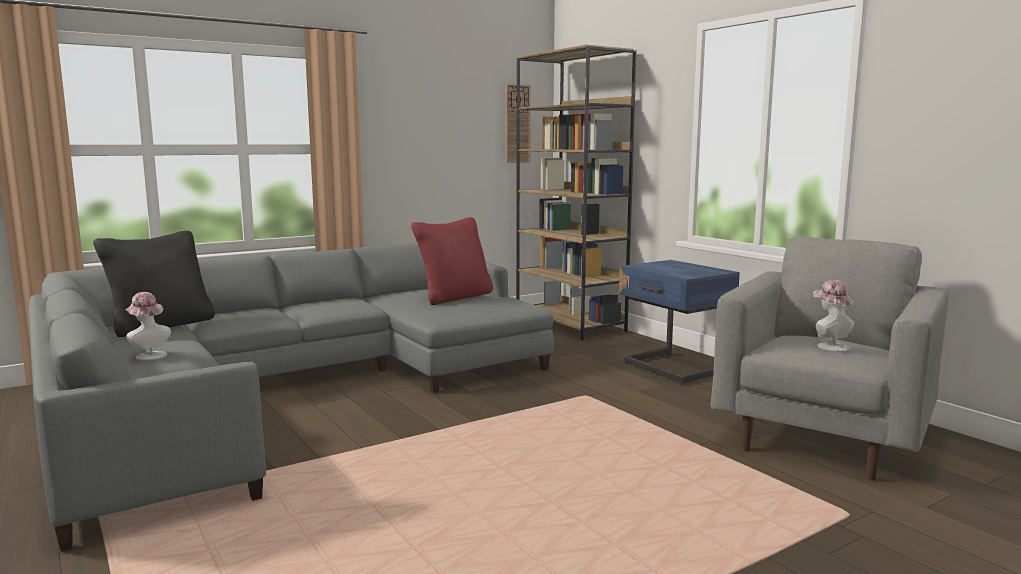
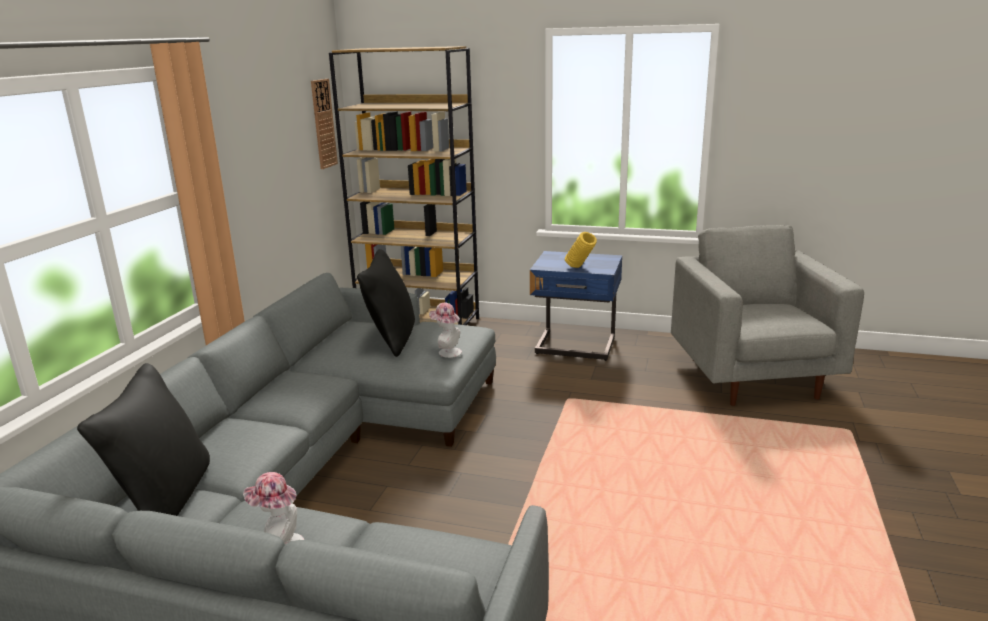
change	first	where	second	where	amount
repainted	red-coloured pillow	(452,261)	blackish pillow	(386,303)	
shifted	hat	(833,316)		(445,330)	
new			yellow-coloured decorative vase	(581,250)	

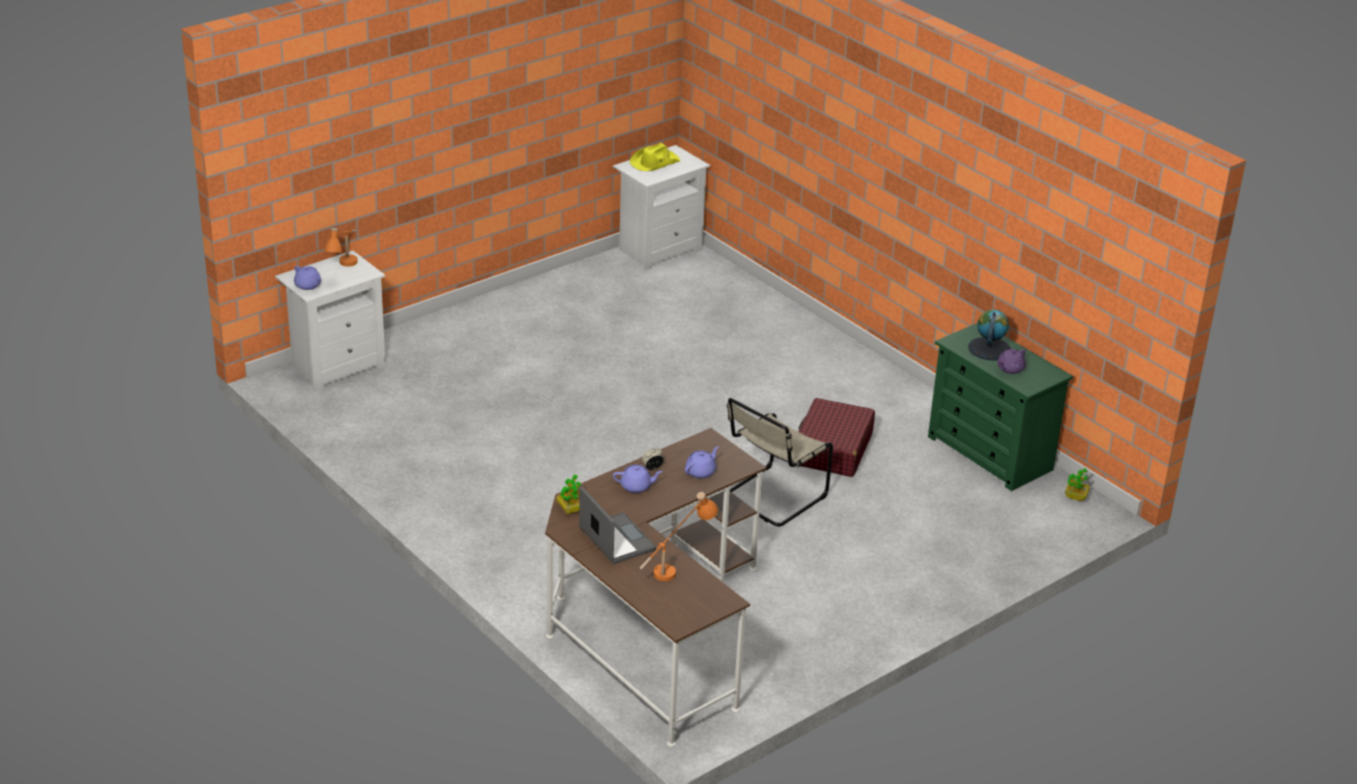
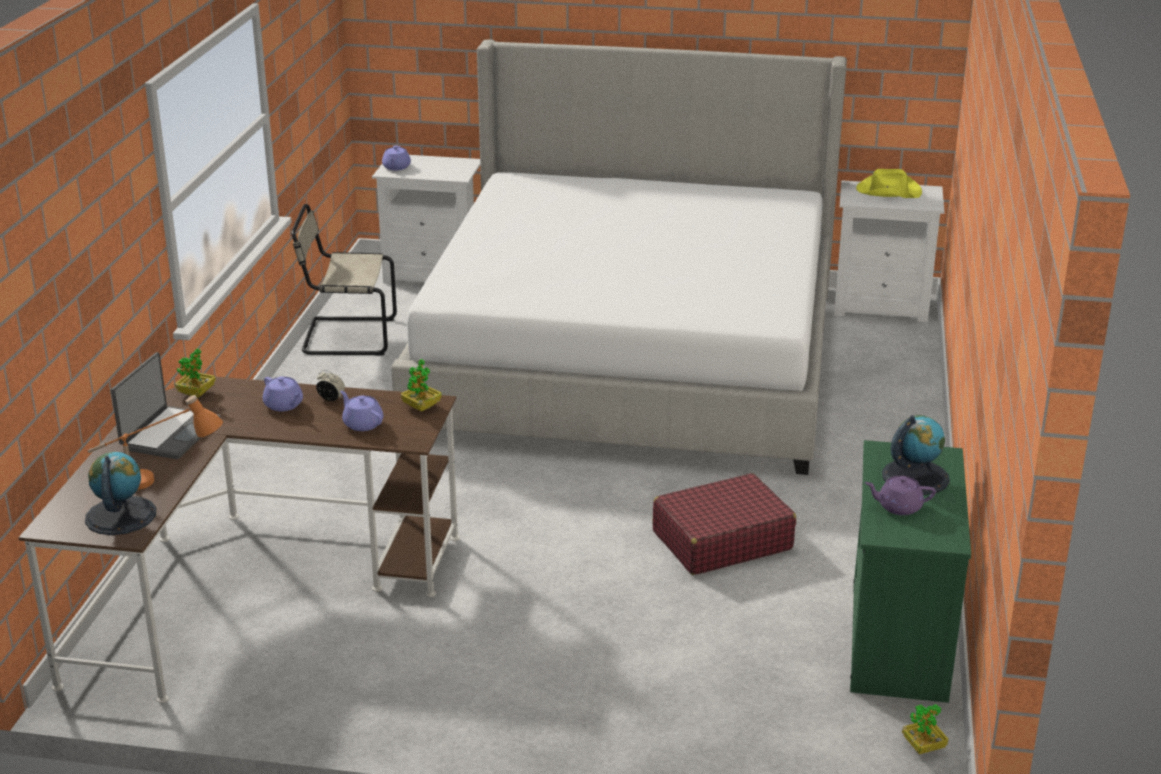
change	first	where	second	where	amount
gone	orange tabletop lamp	(341,247)			
rotated	purple teapot	(702,462)		(361,411)	135 degrees counterclockwise
shifted	sand-coloured upright chair	(780,462)		(344,280)	
new			desk globe	(120,493)	
new			bedroom bed	(619,257)	
new			potted plant	(421,385)	

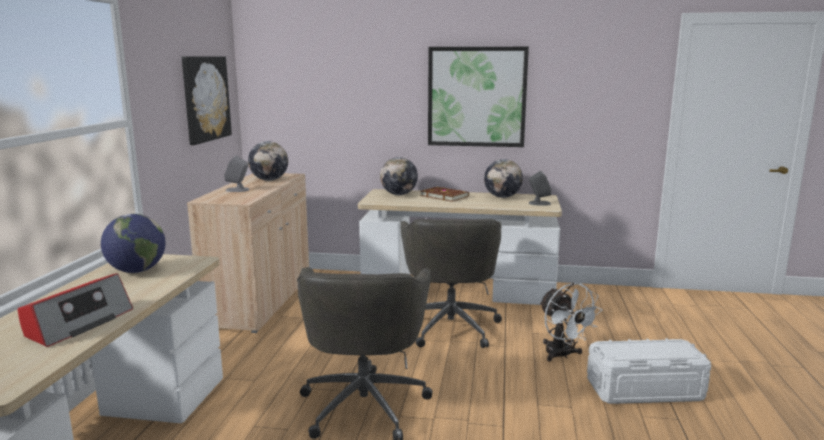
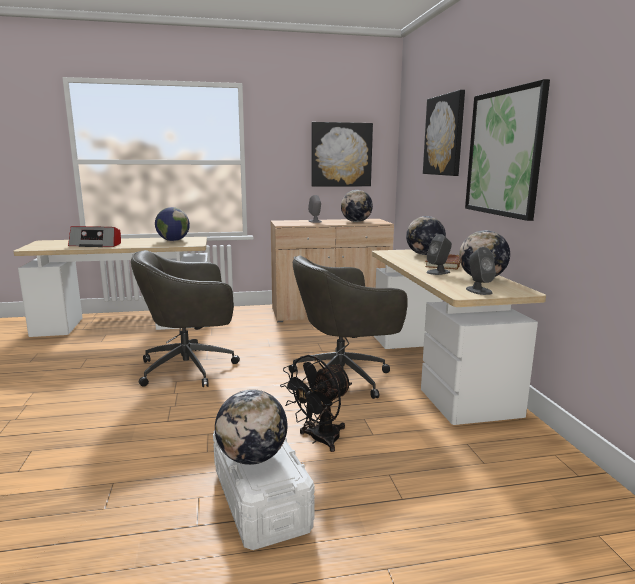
change	first	where	second	where	amount
repainted	white-coloured cooling fan	(570,322)	blackish cooling fan	(316,403)	
new			desk globe	(251,427)	
new			picture	(444,133)	
new			grey loudspeaker	(439,254)	

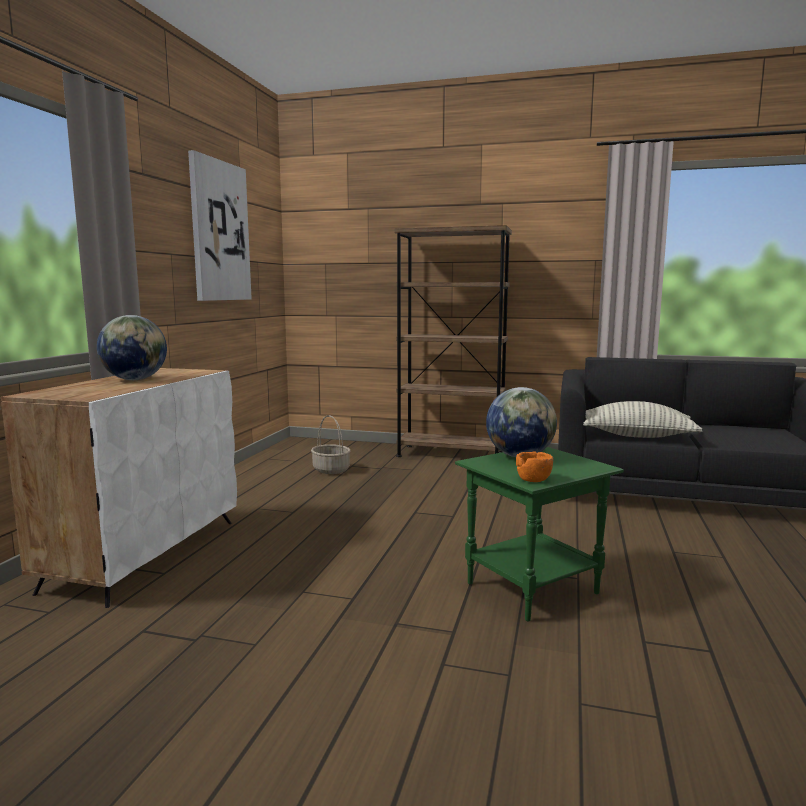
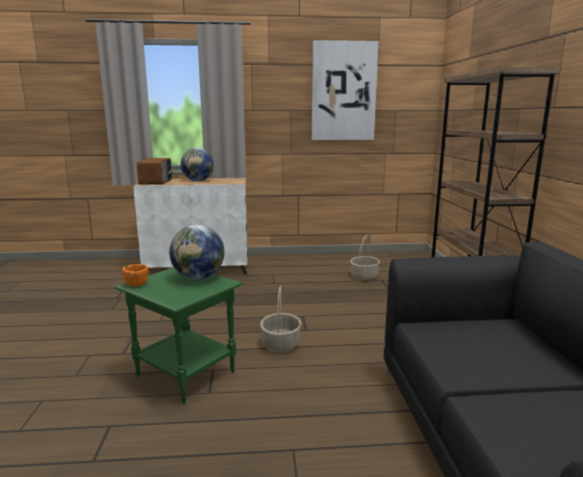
change	first	where	second	where	amount
gone	pillow	(642,419)			
new			radio set	(155,171)	
new			household basket	(281,319)	

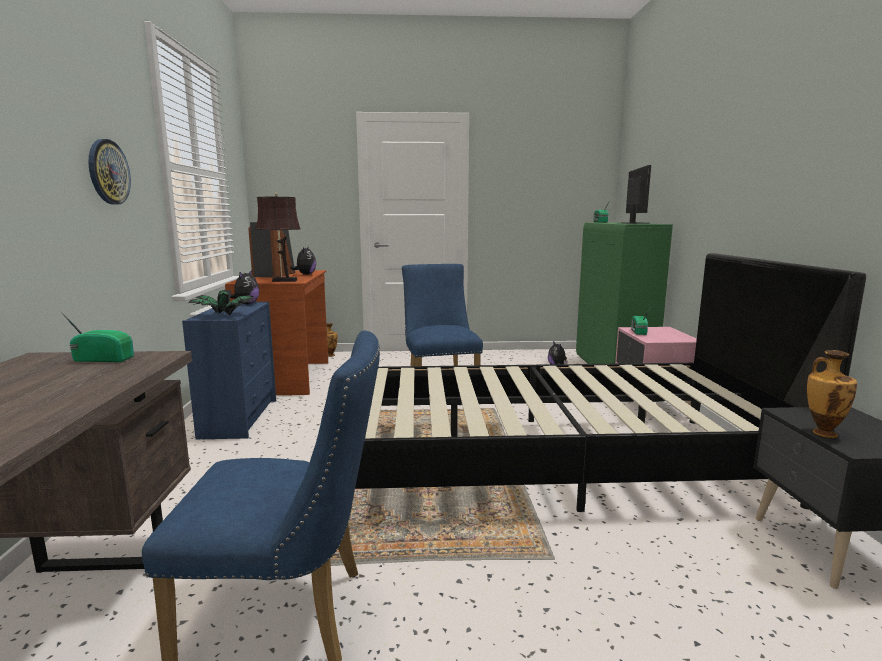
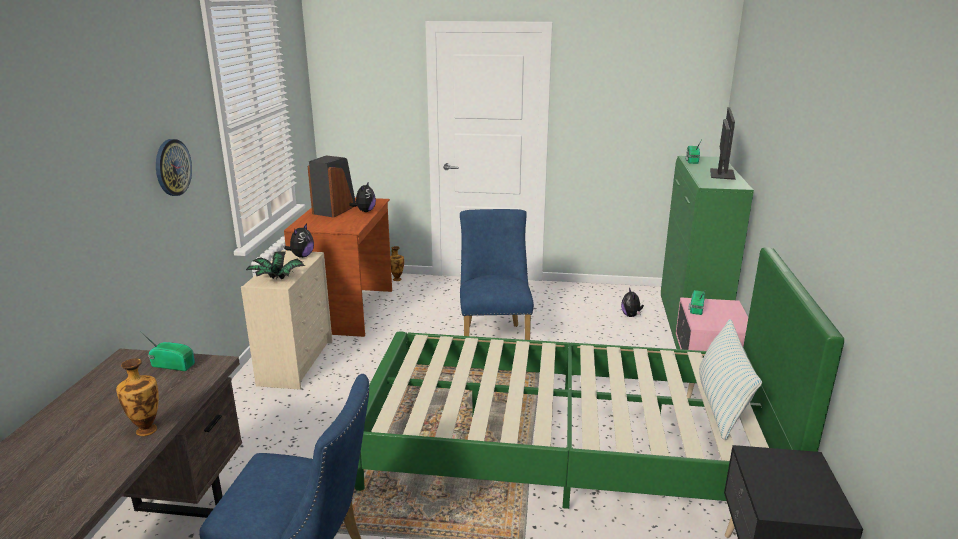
change	first	where	second	where	amount
repainted	bluish dresser	(229,370)	sand-coloured dresser	(287,320)	
gone	brownish tabletop lamp	(278,237)			
repainted	blackish bedroom bed	(610,382)	greenish bedroom bed	(599,378)	
shifted	decorative vase	(832,394)		(137,397)	
new			pillow	(730,379)	

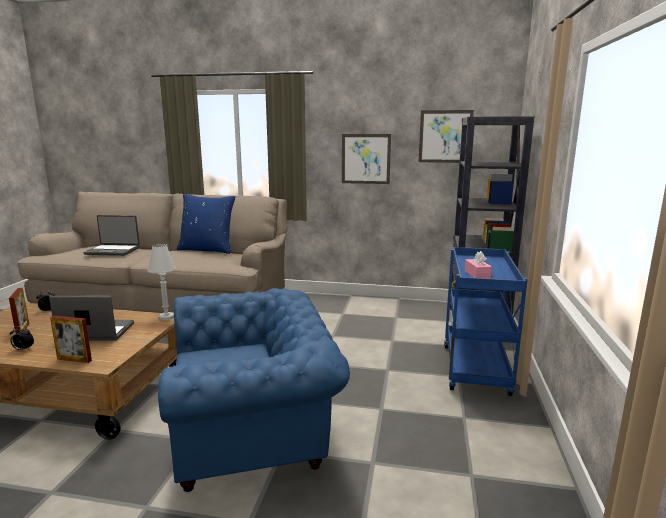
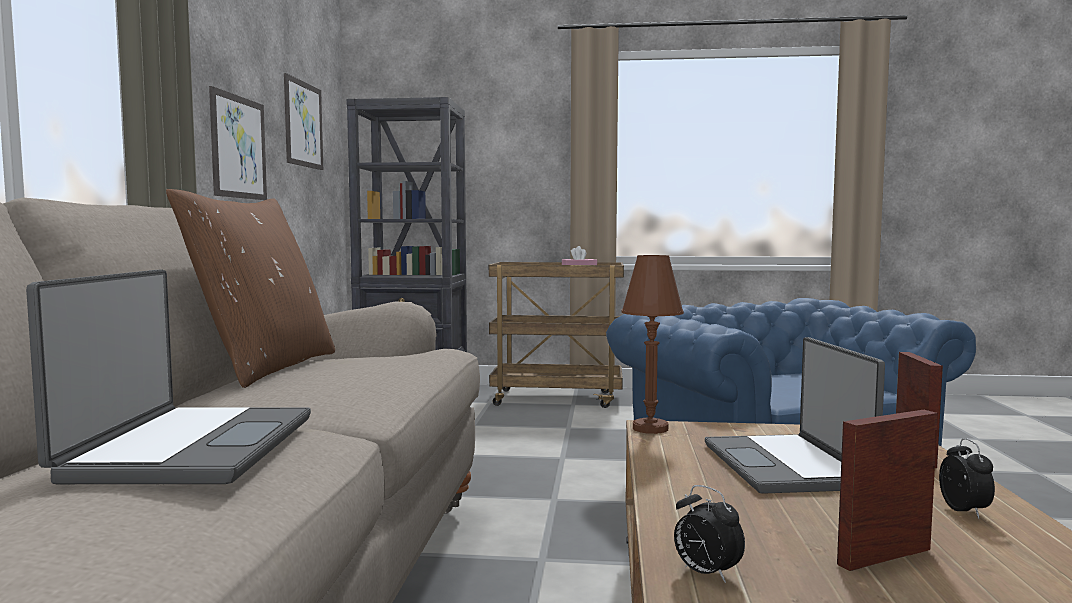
change	first	where	second	where	amount
repainted	white-coloured tabletop lamp	(162,282)	brownish tabletop lamp	(652,344)	
repainted	bluish pillow	(206,224)	brownish pillow	(250,288)	
repainted	bluish trolley	(486,321)	brownish trolley	(556,335)	

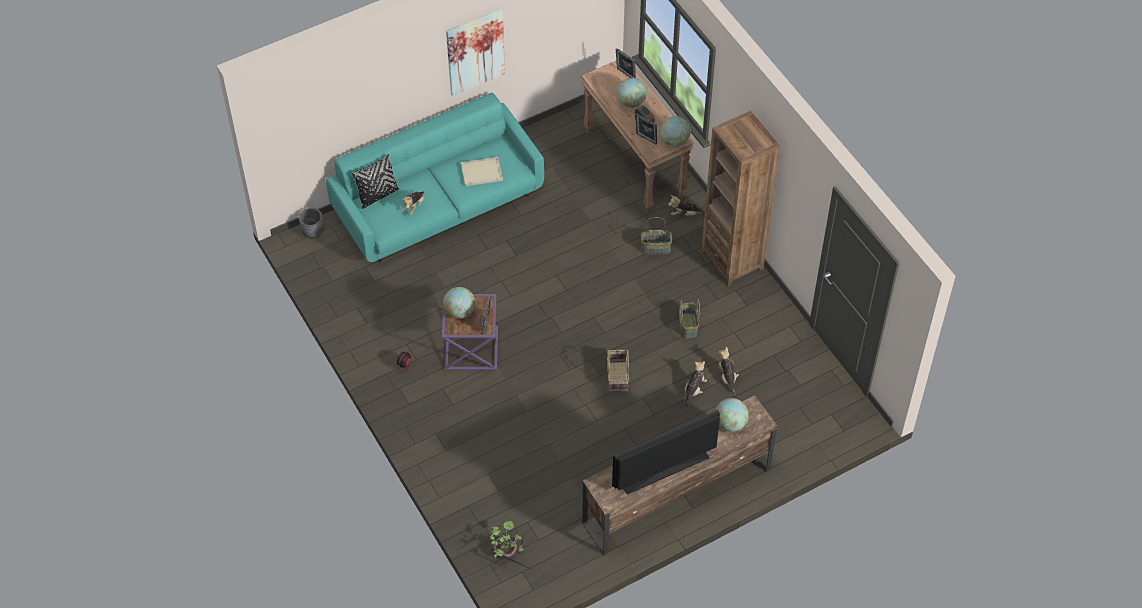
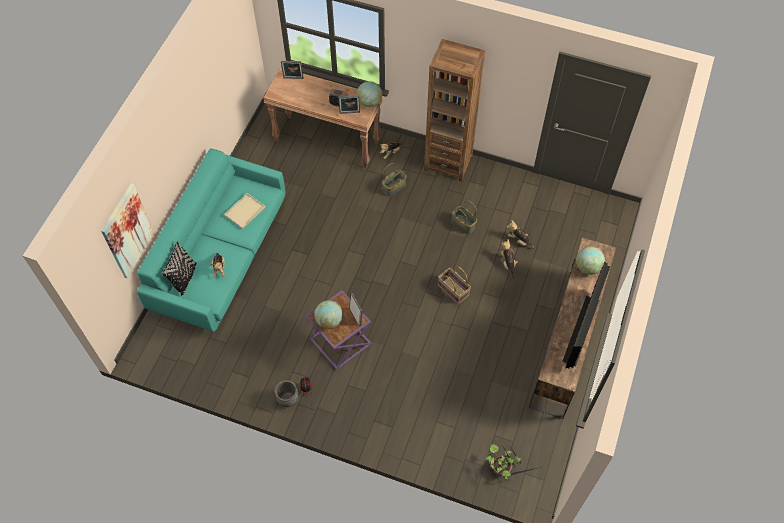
change	first	where	second	where	amount
shifted	grey plant pot	(311,223)		(287,393)	
shifted	picture	(475,52)		(127,230)	
gone	desk globe	(632,93)			

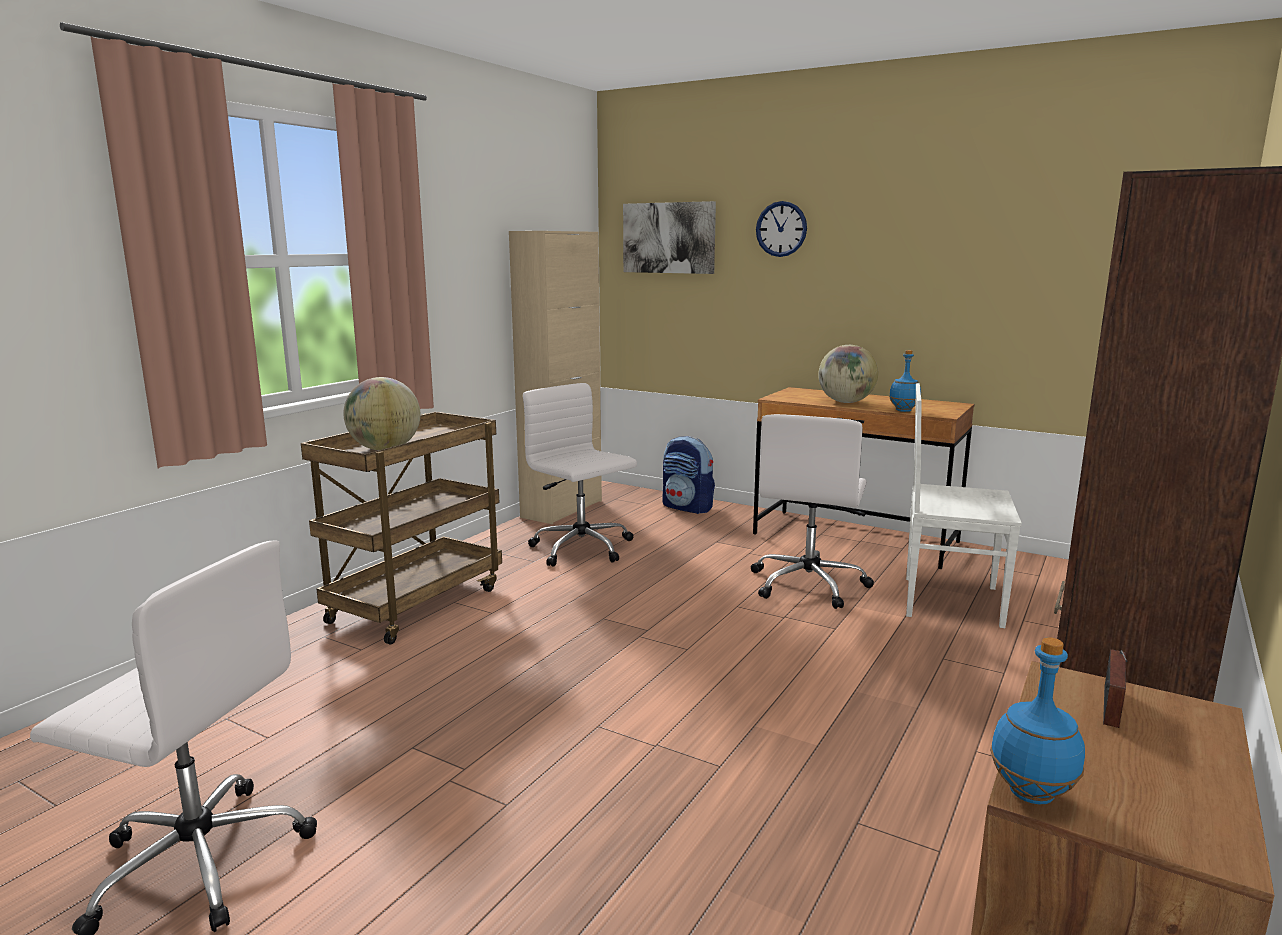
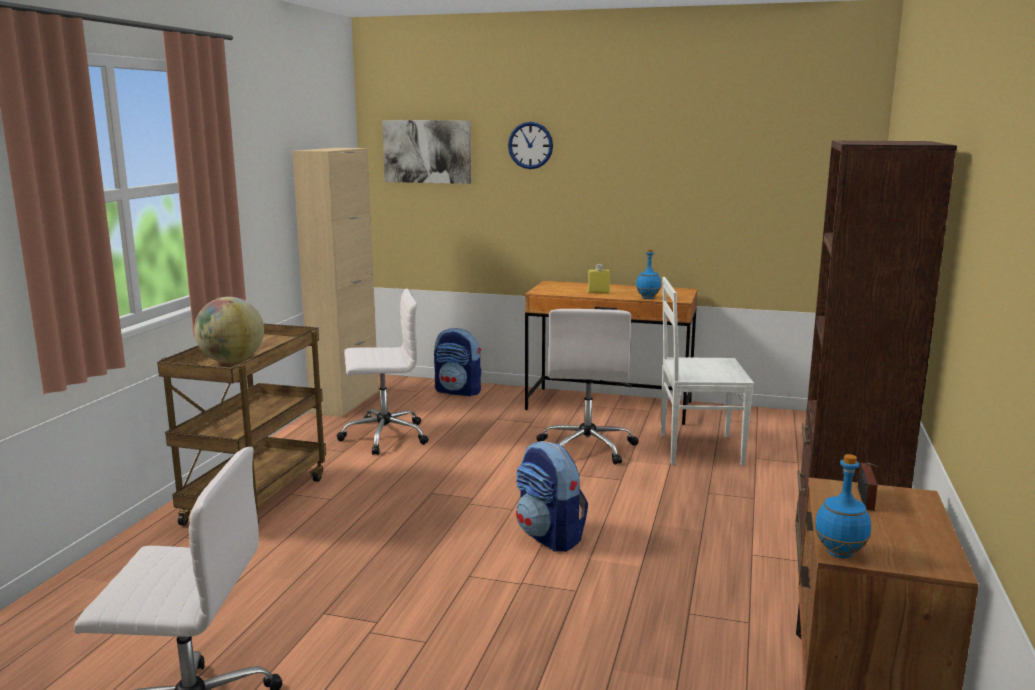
change	first	where	second	where	amount
rotated	white-coloured computer chair	(580,475)		(382,371)	135 degrees clockwise
swapped	desk globe	(848,374)	yellow-coloured drink bottle	(599,279)	
new			backpack	(552,496)	

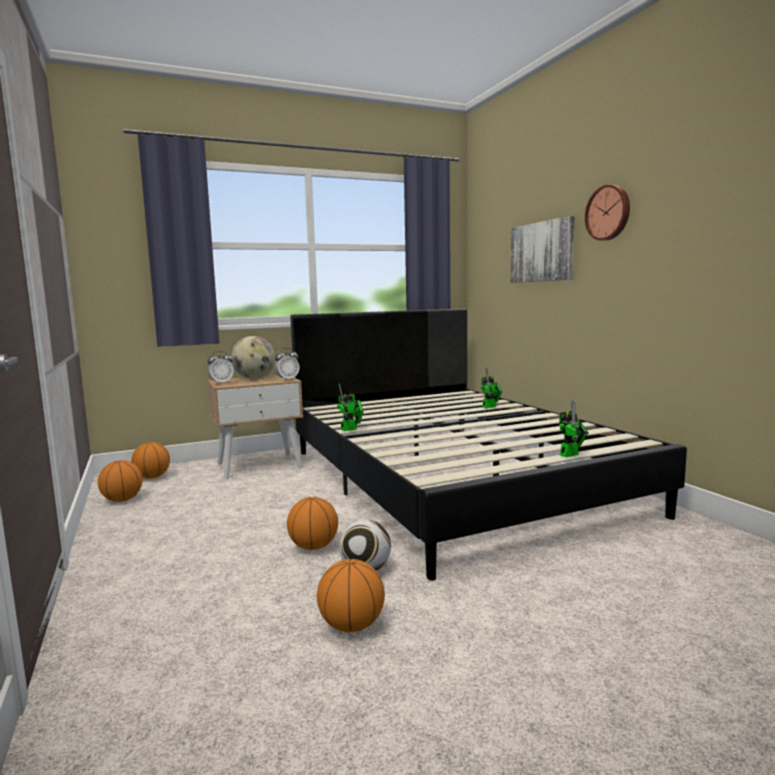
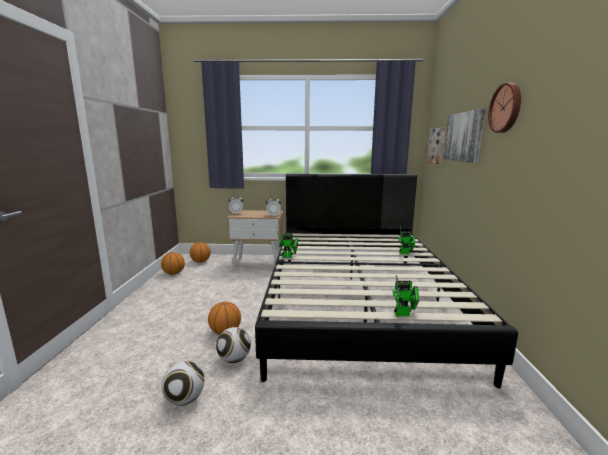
change	first	where	second	where	amount
gone	desk globe	(253,357)			
swapped	basketball ball	(351,595)	football	(183,383)	
new			picture	(436,146)	

